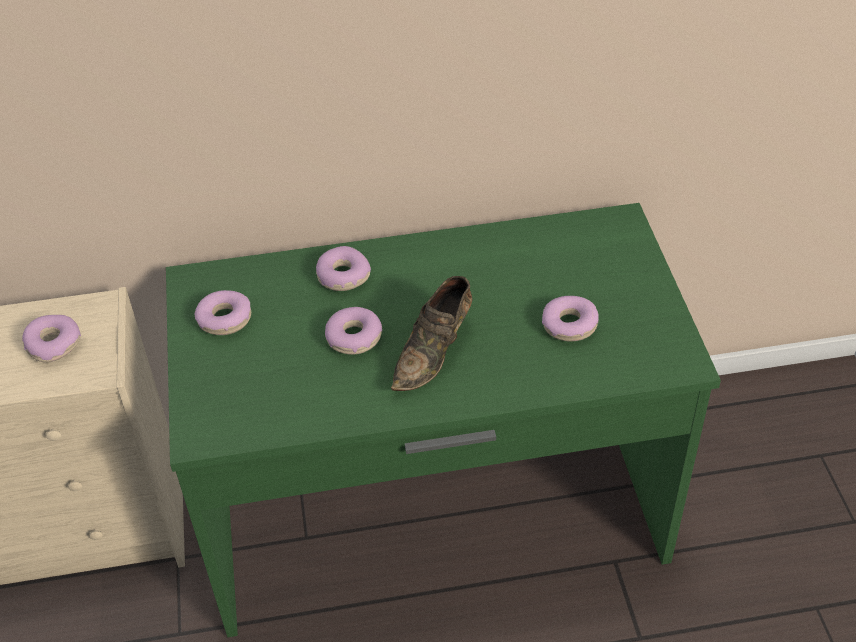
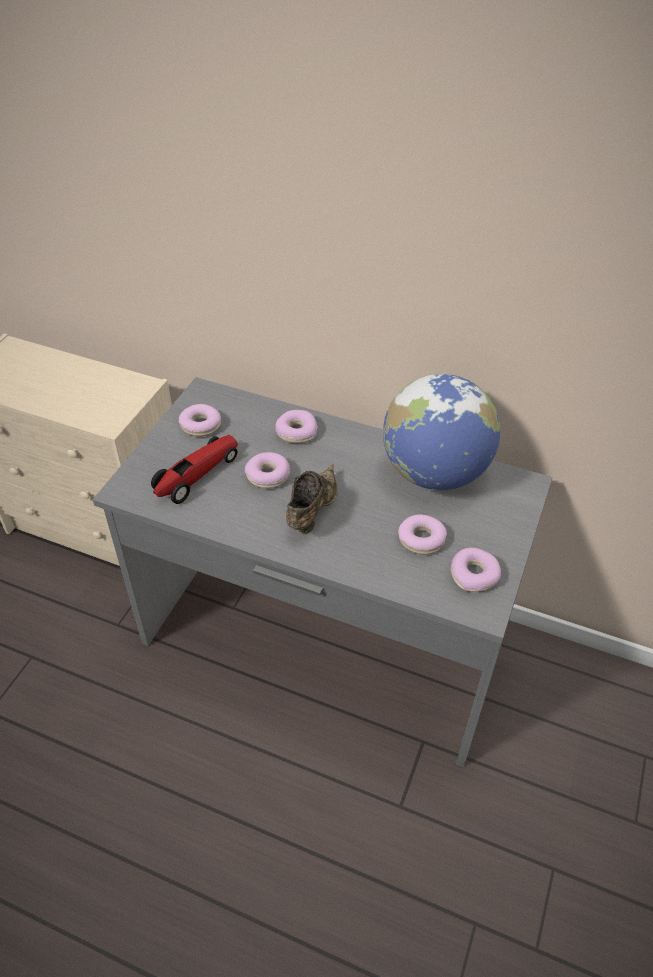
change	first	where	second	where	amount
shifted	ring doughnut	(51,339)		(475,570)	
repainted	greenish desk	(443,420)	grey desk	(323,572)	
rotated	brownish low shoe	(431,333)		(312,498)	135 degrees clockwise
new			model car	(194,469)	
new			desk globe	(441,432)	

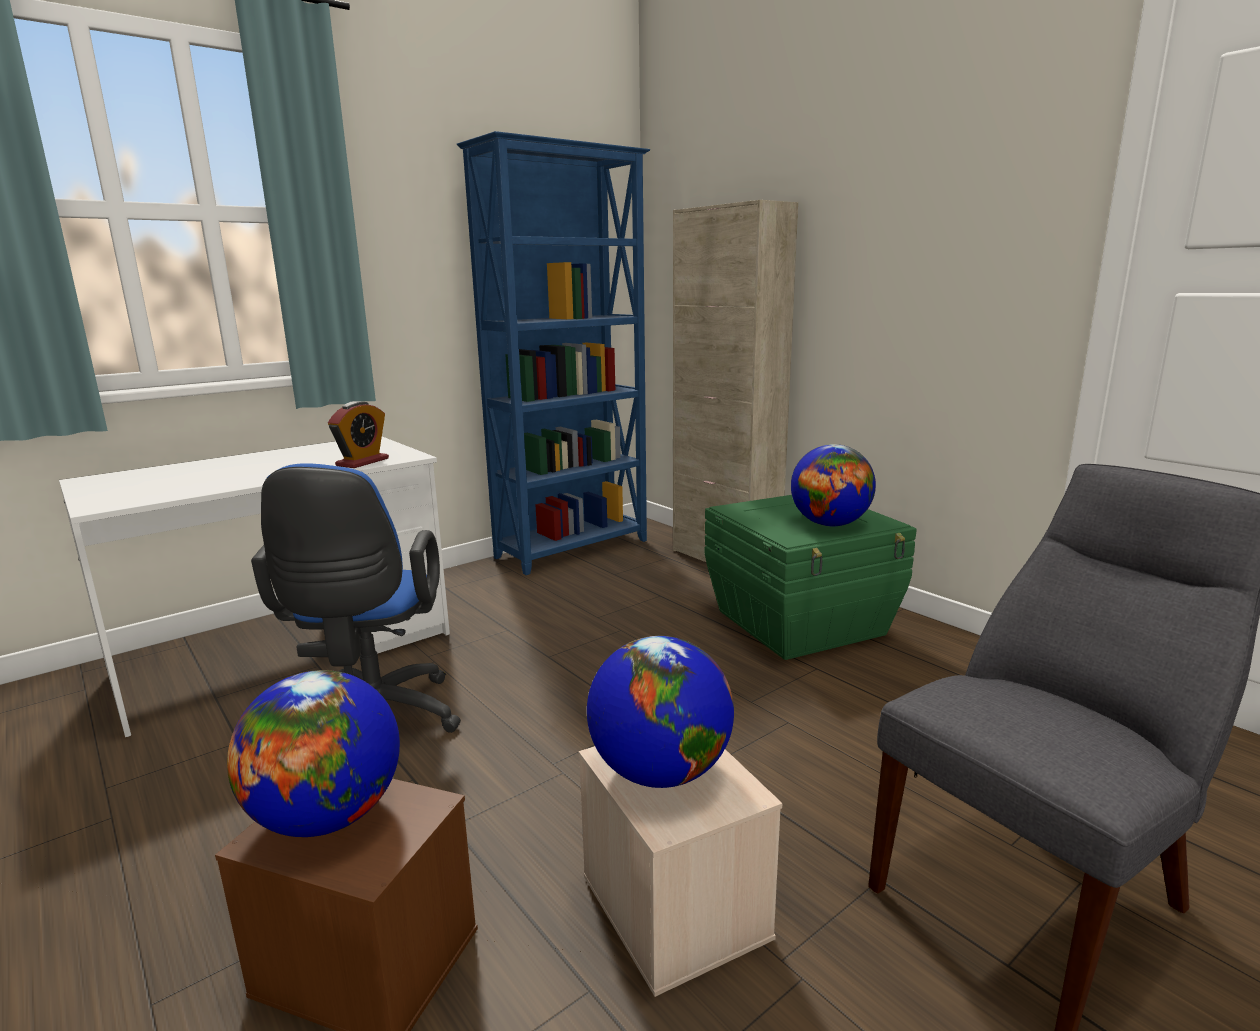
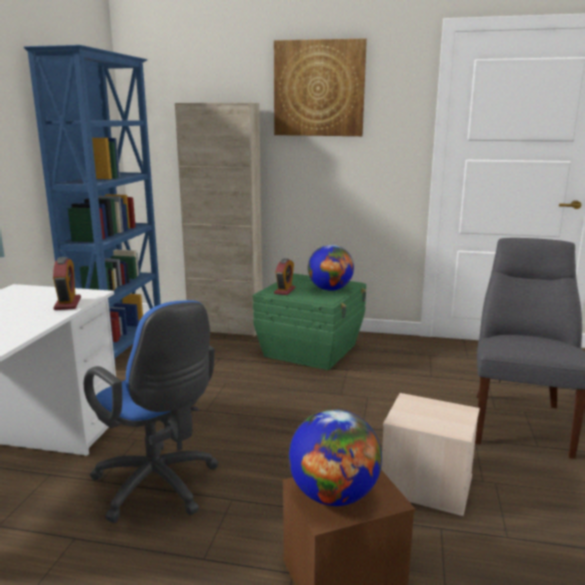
change	first	where	second	where	amount
gone	desk globe	(660,712)			
new			picture	(320,87)	
new			alarm clock	(285,276)	

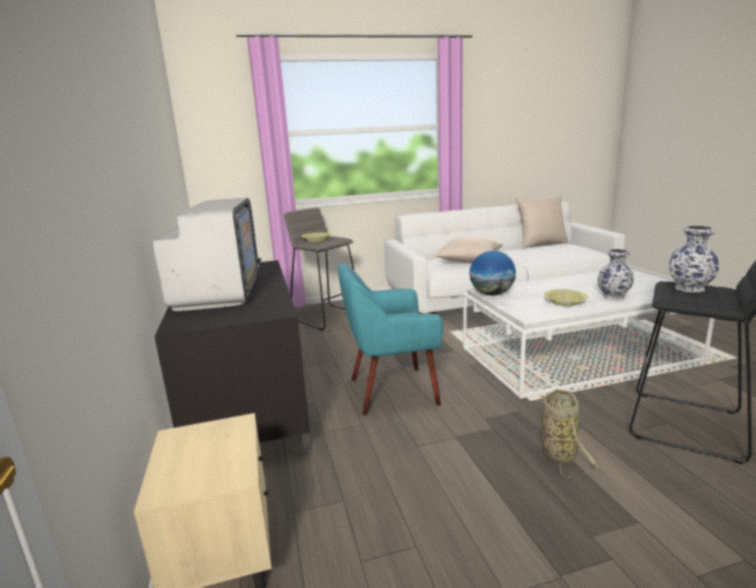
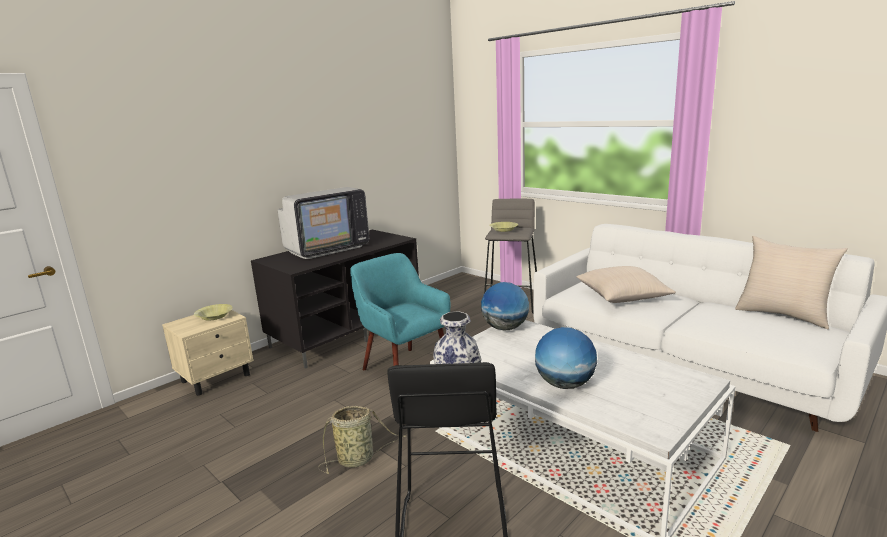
change	first	where	second	where	amount
shifted	yellow-coloured bowl	(566,297)		(213,312)	
swapped	decorative vase	(615,274)	desk globe	(566,358)	

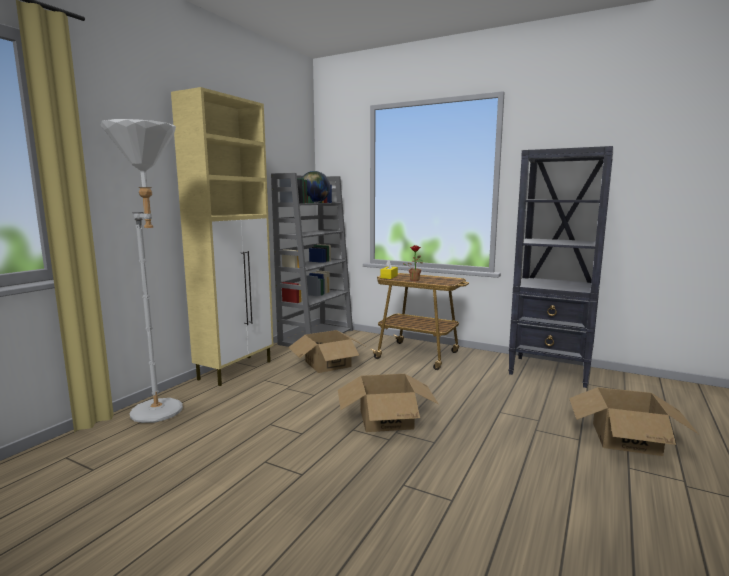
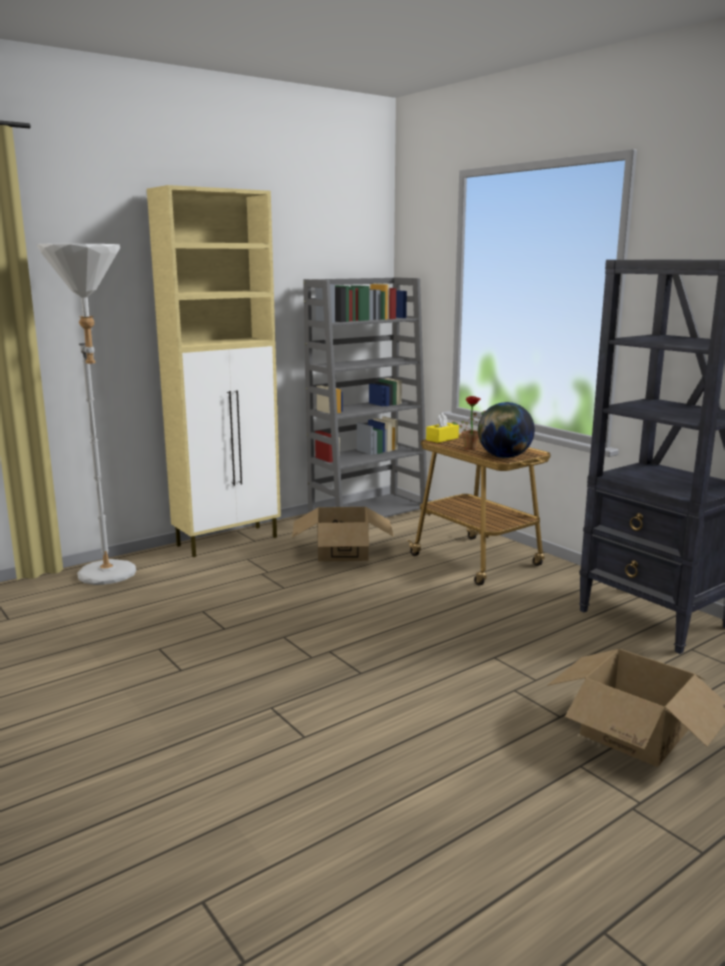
change	first	where	second	where	amount
shifted	desk globe	(316,187)		(506,430)	
gone	packing box	(388,403)			

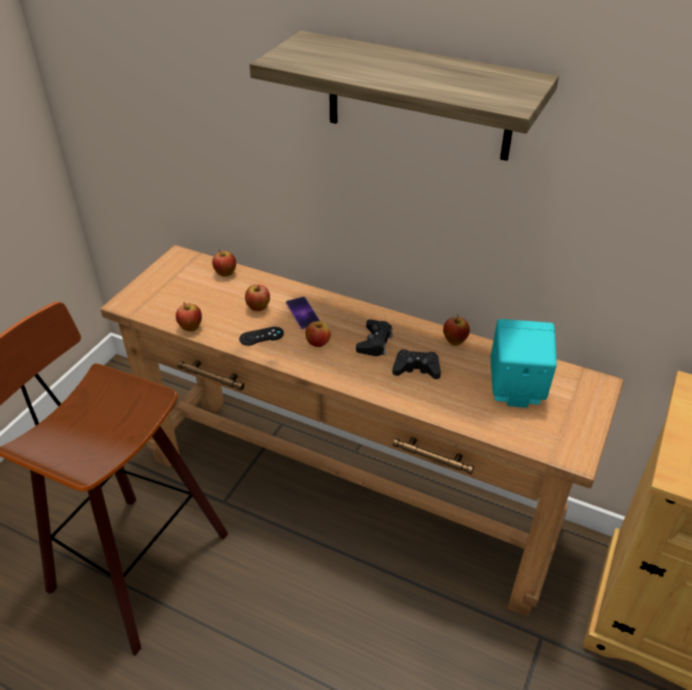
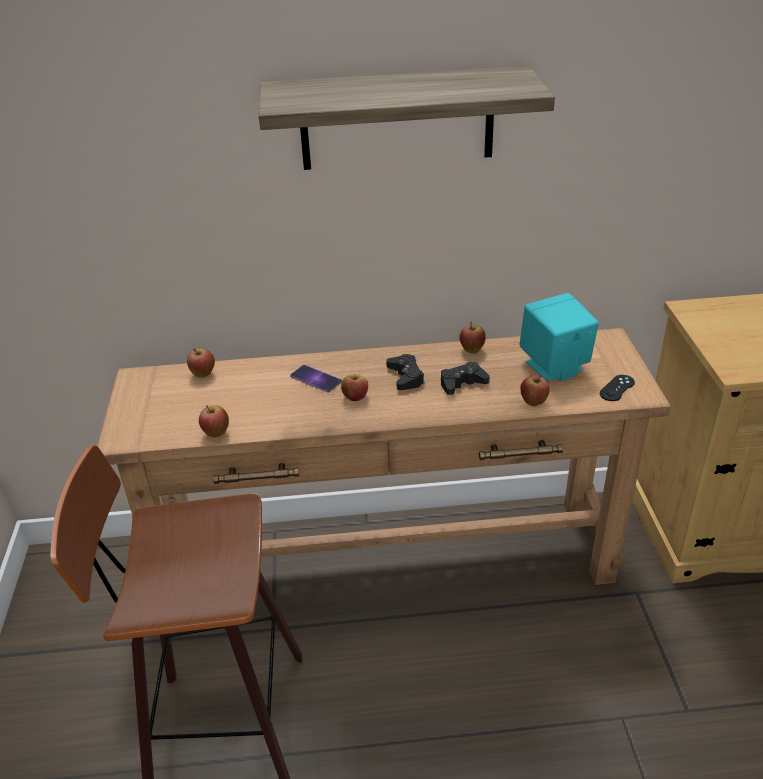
change	first	where	second	where	amount
shifted	blackish game controller	(261,336)		(617,388)	
shifted	apple	(257,298)		(535,390)	

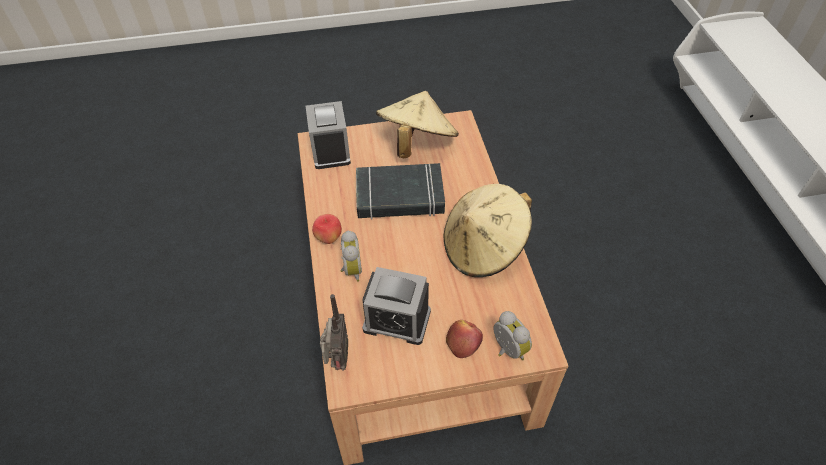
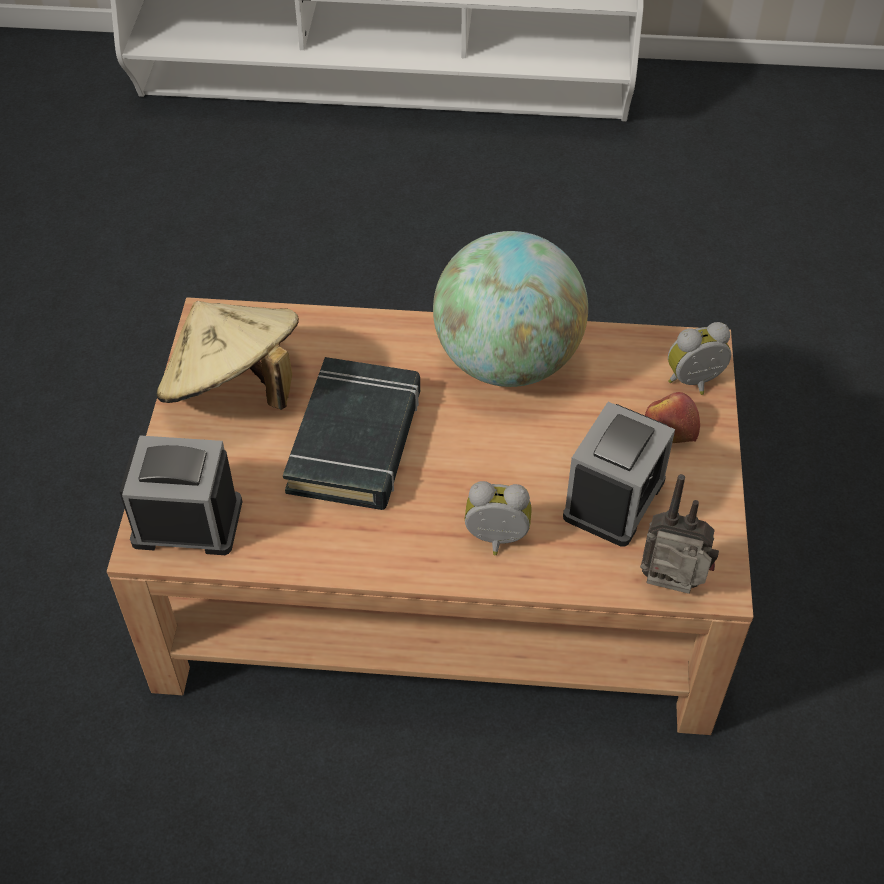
change	first	where	second	where	amount
gone	apple	(327,229)			
swapped	sand-coloured hat	(488,230)	desk globe	(510,309)	

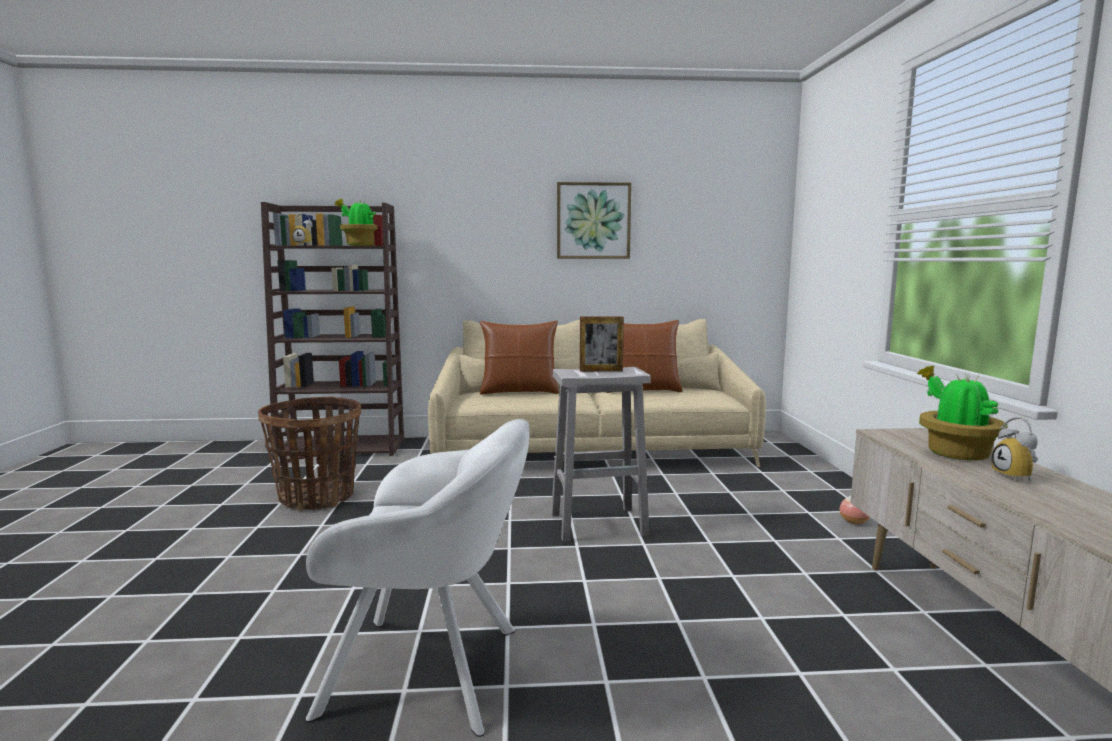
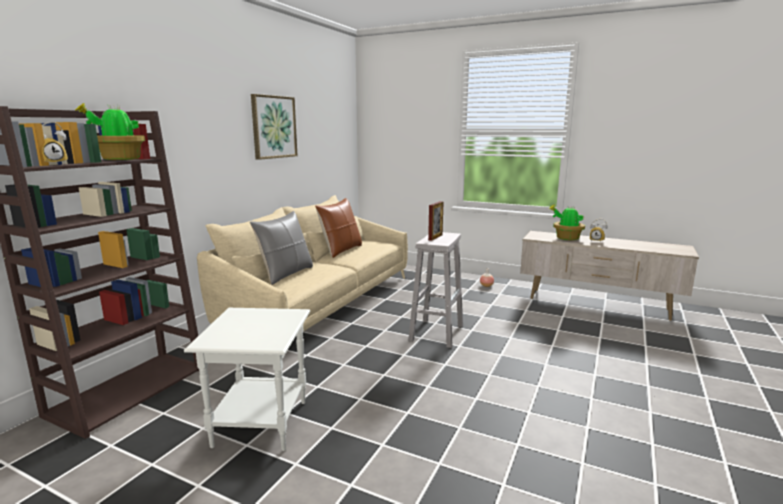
change	first	where	second	where	amount
swapped	household basket	(309,454)	white-coloured side table	(247,379)	
gone	white-coloured easy chair	(417,578)			
repainted	brownish pillow	(519,358)	grey pillow	(281,248)	

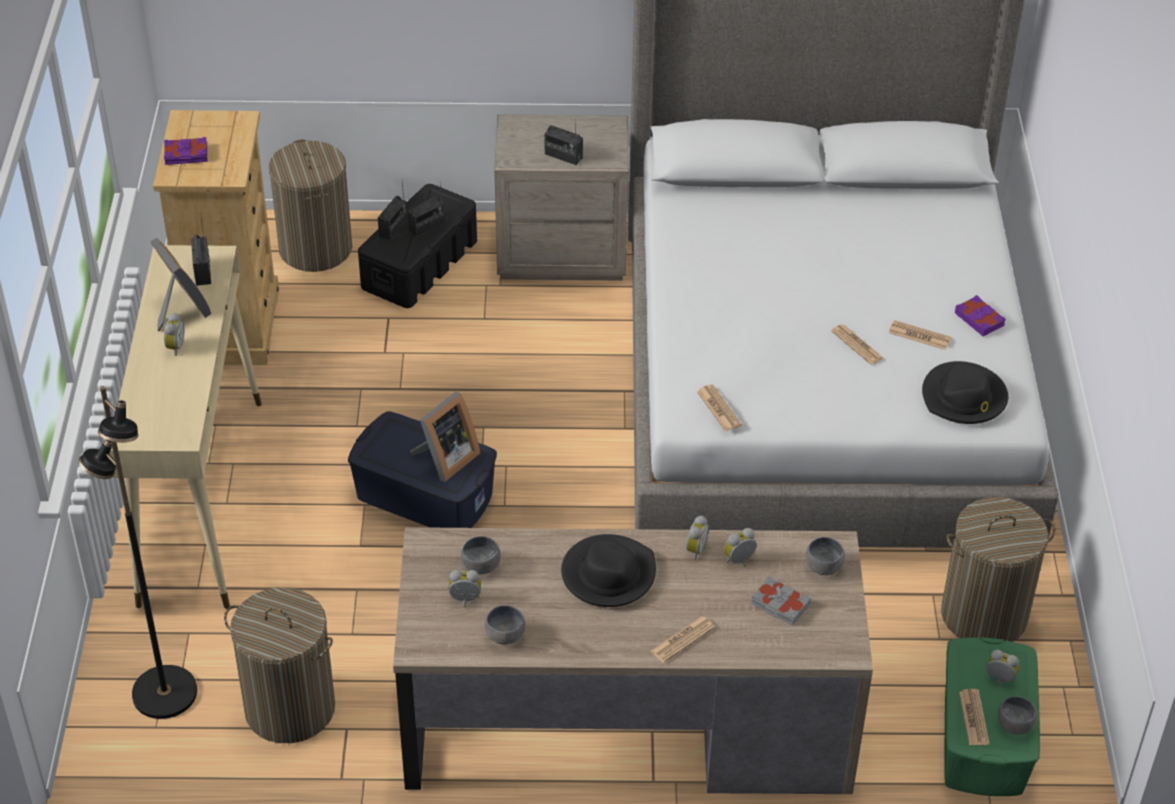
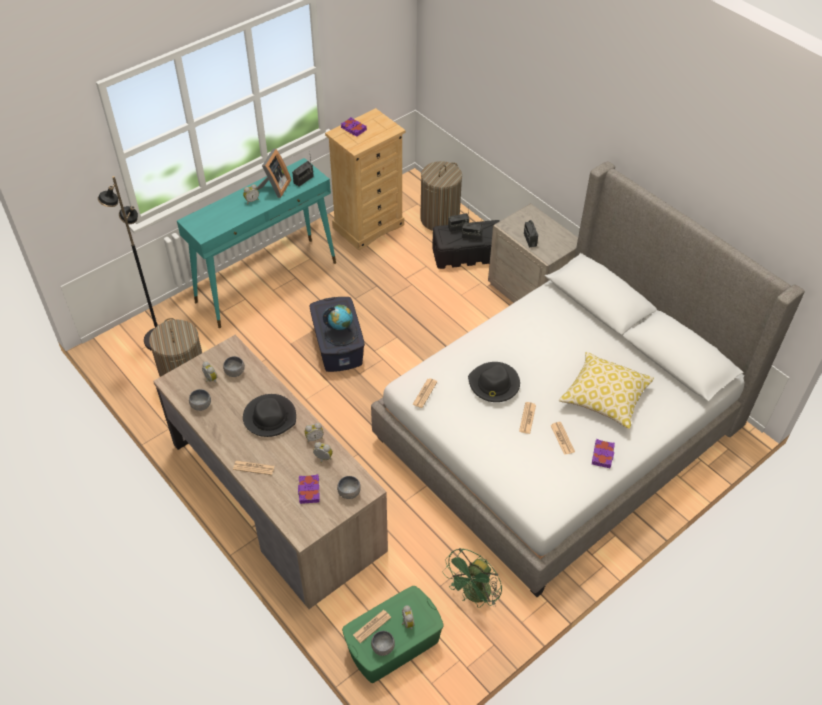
change	first	where	second	where	amount
repainted	sand-coloured hall table	(185,427)	turquoise hall table	(256,243)	
swapped	picture frame	(445,437)	desk globe	(340,325)	
repainted	grey volume	(781,600)	purple volume	(309,489)	
shifted	blackish hat	(965,392)		(494,382)	
swapped	washing basket	(998,569)	greenish cooling fan	(472,578)	
new			pillow	(606,390)	

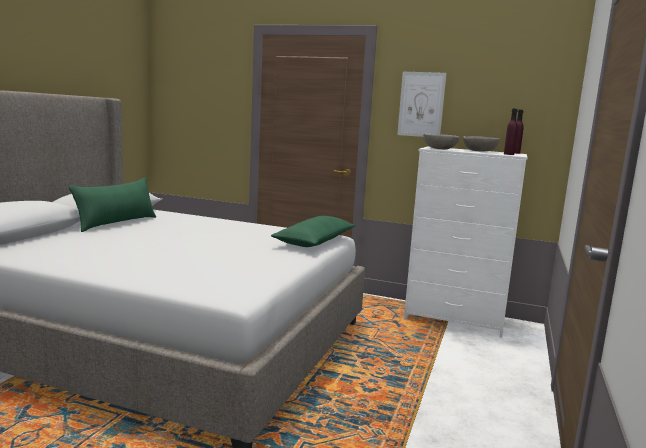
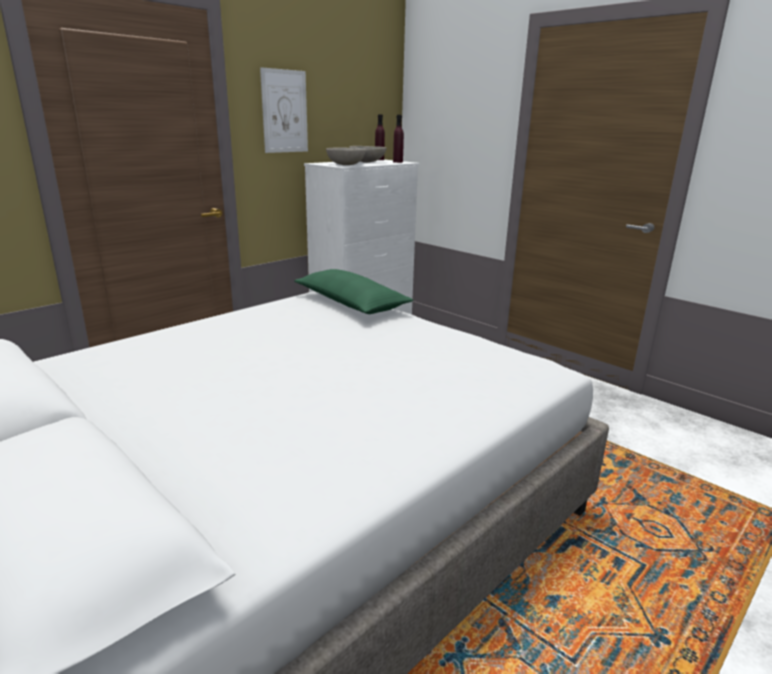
change	first	where	second	where	amount
gone	greenish pillow	(112,204)			

